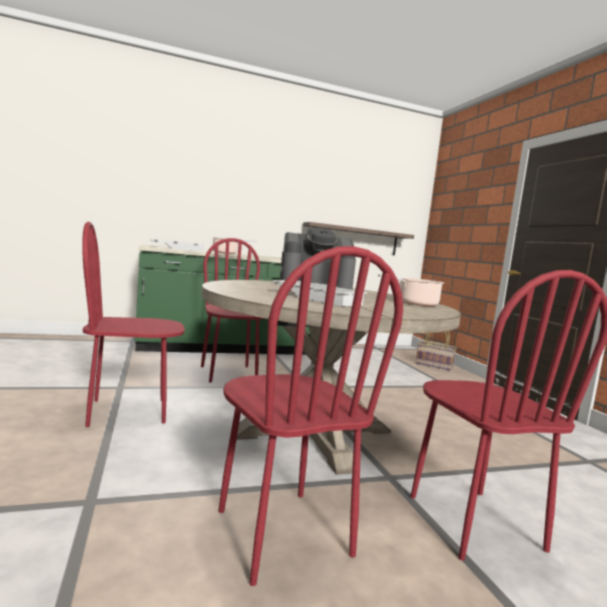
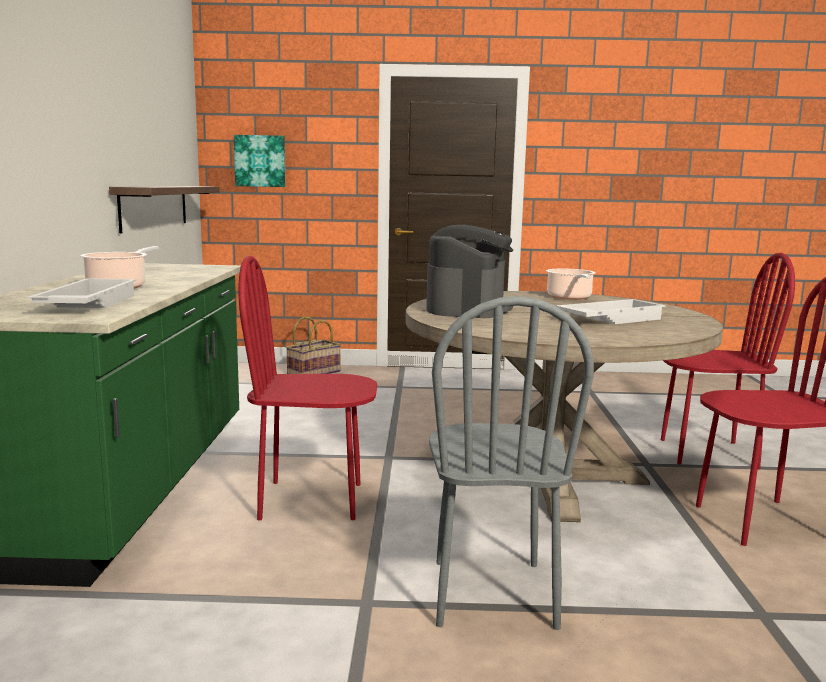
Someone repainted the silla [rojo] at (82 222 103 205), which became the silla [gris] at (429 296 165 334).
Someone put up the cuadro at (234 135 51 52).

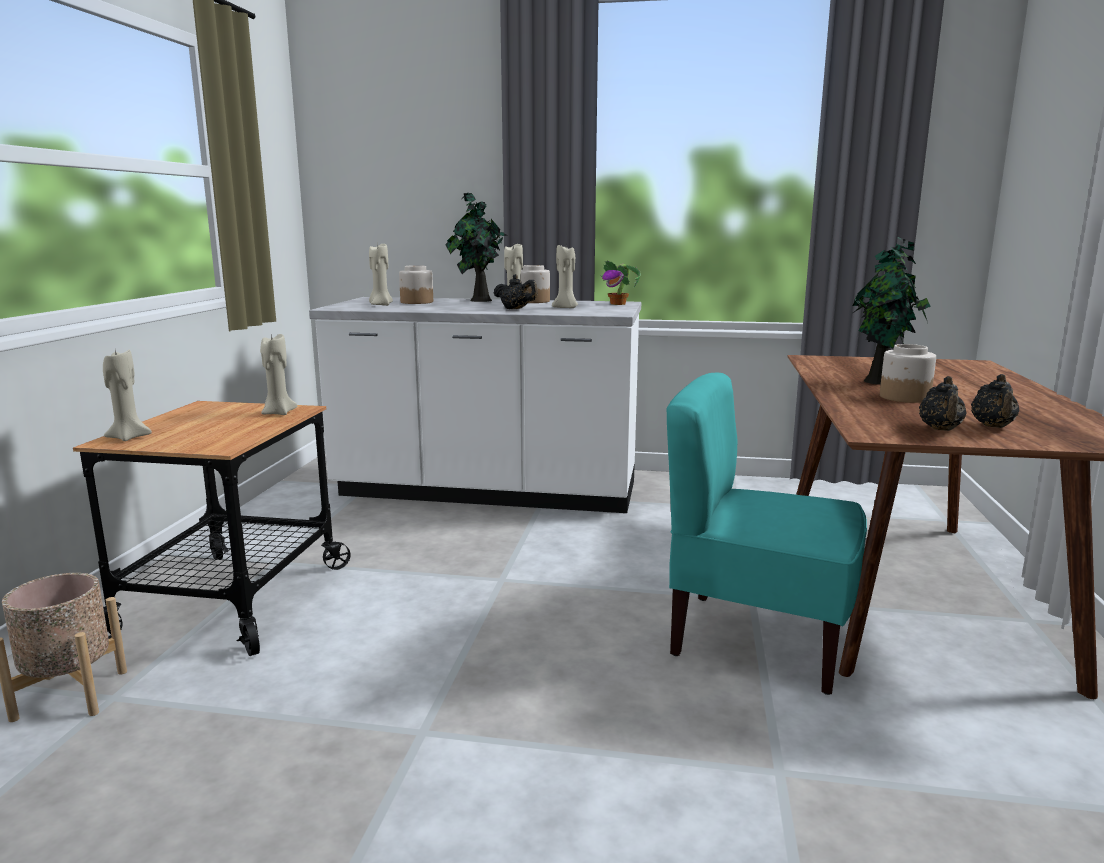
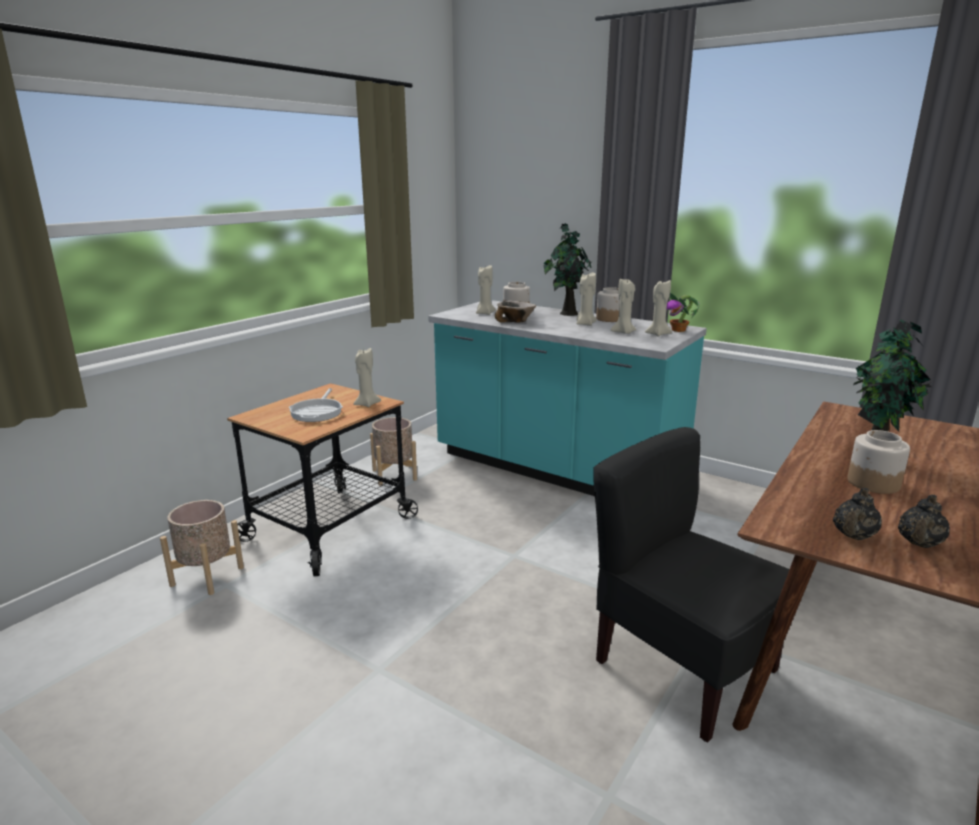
Someone carried the vela [beis] from (103 350 49 91) to (645 280 27 56).
Someone repainted the mueble bajo de cocina [blanco] at (309 297 332 216), which became the mueble bajo de cocina [turquesa] at (428 300 279 196).
Someone took away the tetera [negro] at (494 274 44 35).
Someone repainted the silla [turquesa] at (667 373 200 322), which became the silla [negro] at (593 427 196 316).
Someone put down the sartén at (289 388 54 34).
Someone put down the maceta [beis] at (370 417 47 69).
Someone put down the cuenco at (495 301 41 22).

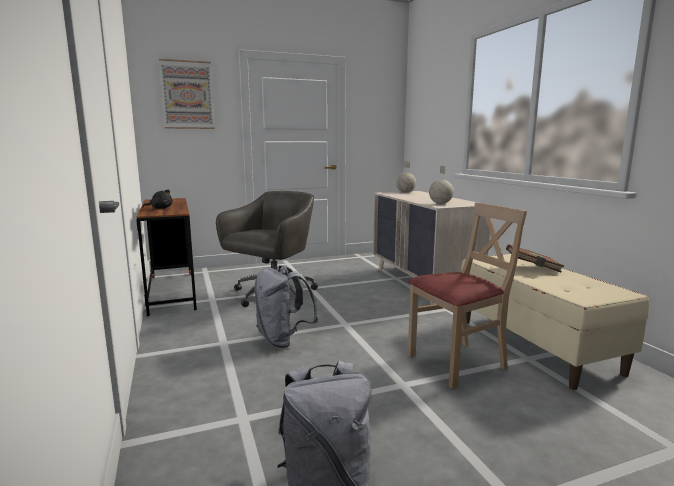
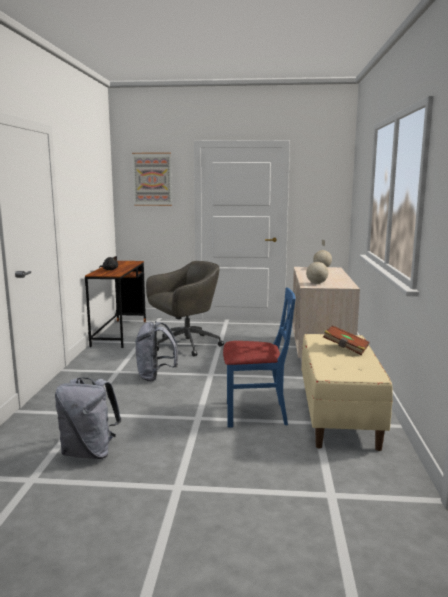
Someone repainted the silla [beis] at (408 202 119 187), which became the silla [azul] at (223 287 73 141).

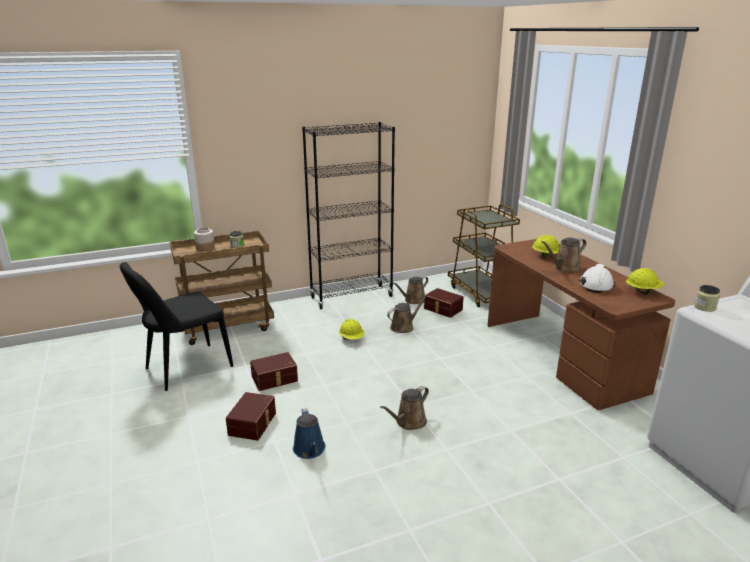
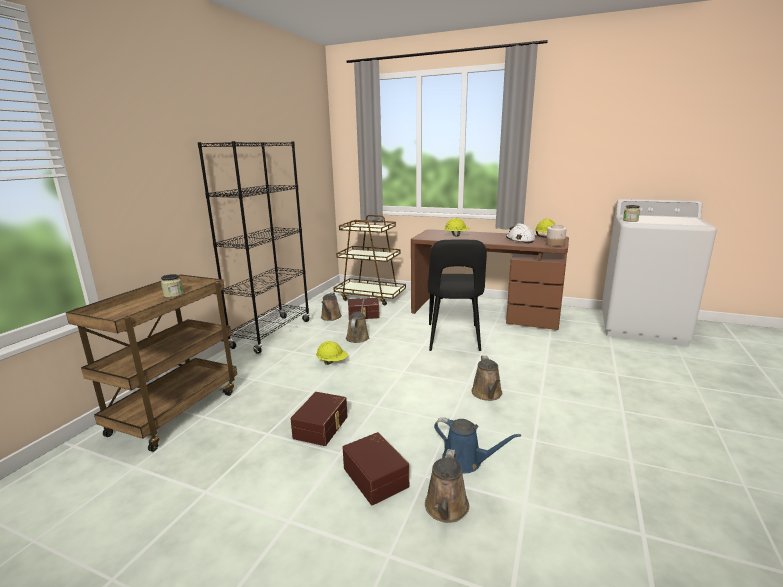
Someone carried the silla [negro] from (120 262 113 129) to (427 239 60 112).
Someone carried the tarro from (194 227 21 24) to (546 225 20 22).
Someone carried the regadera [marrón] from (542 238 44 35) to (425 449 44 74).

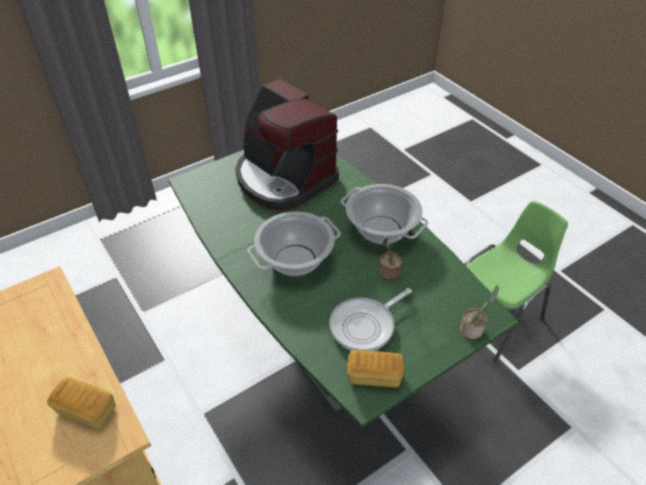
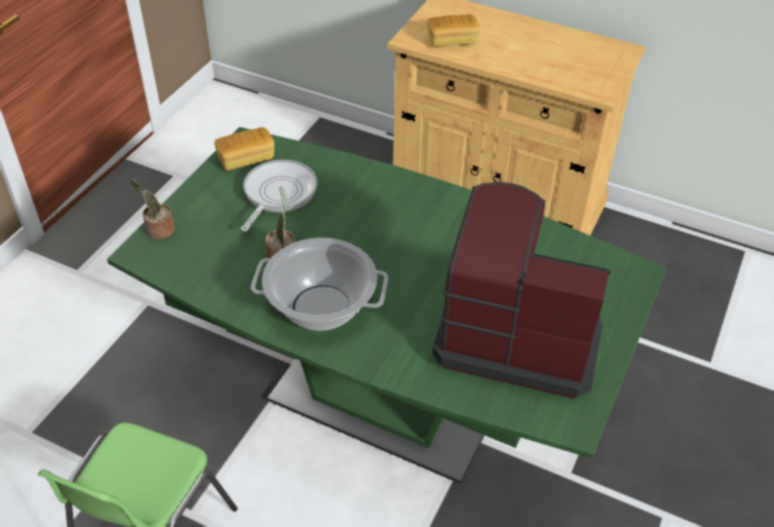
Someone took away the olla at (247 212 94 64).

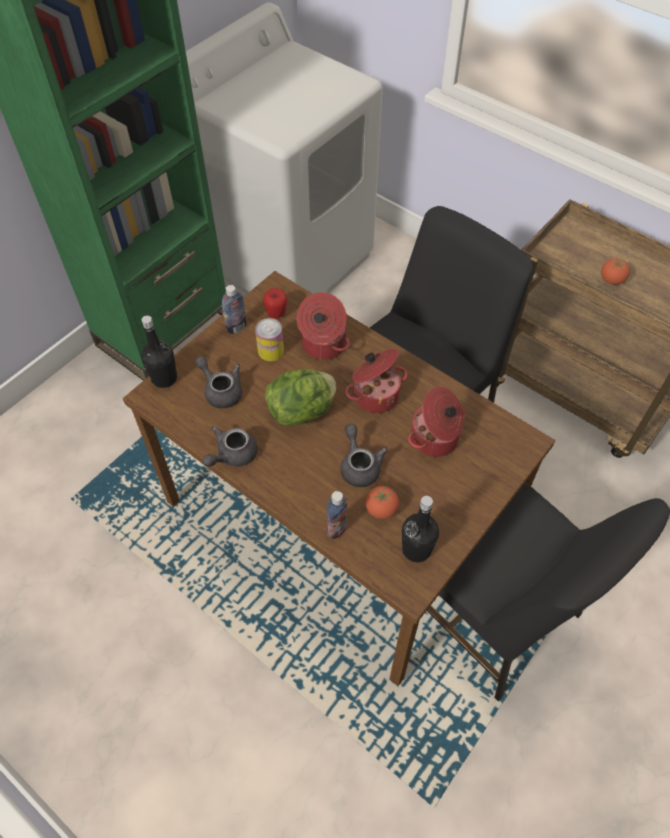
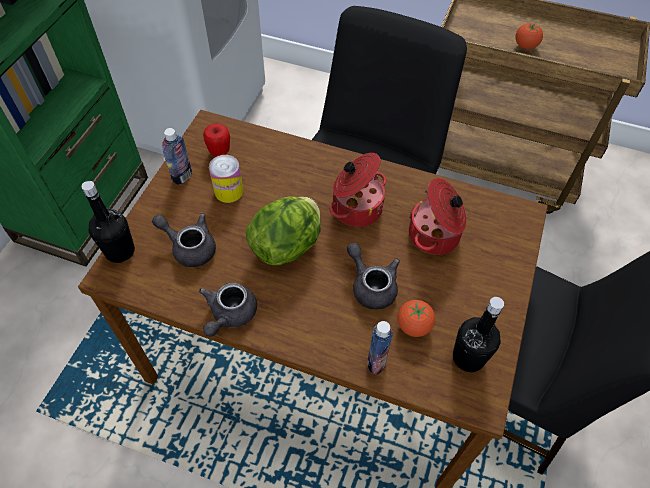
Someone took away the olla at (297 292 53 68).

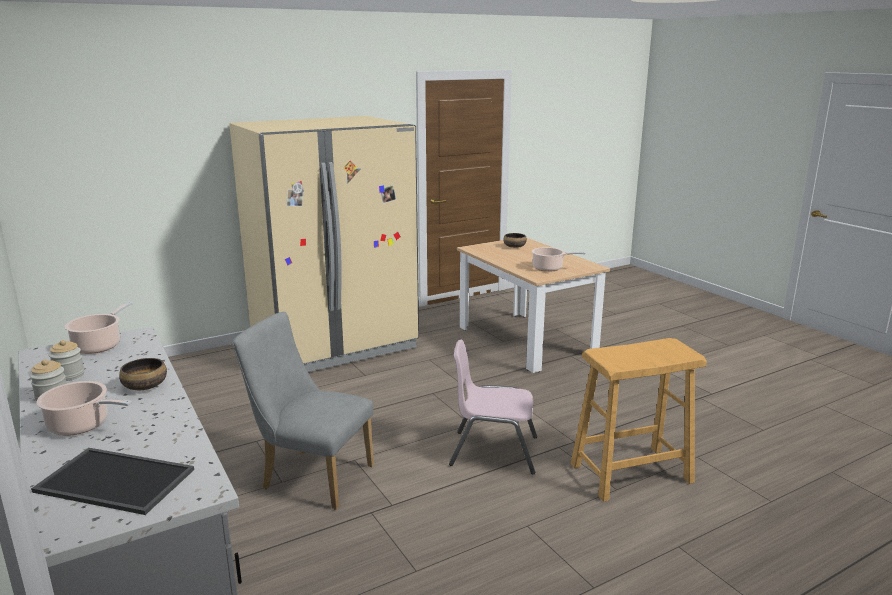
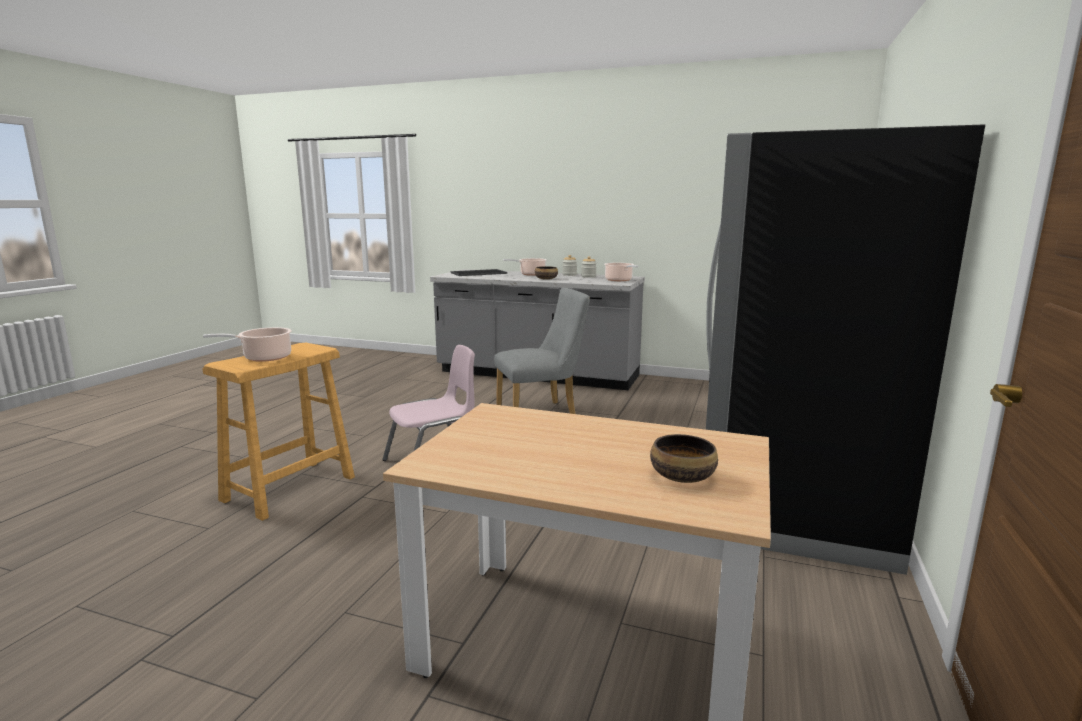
Someone repainted the nevera [beis] at (229 116 190 256), which became the nevera [negro] at (706 124 279 451).
Someone carried the olla from (532 247 54 25) to (203 327 89 35).

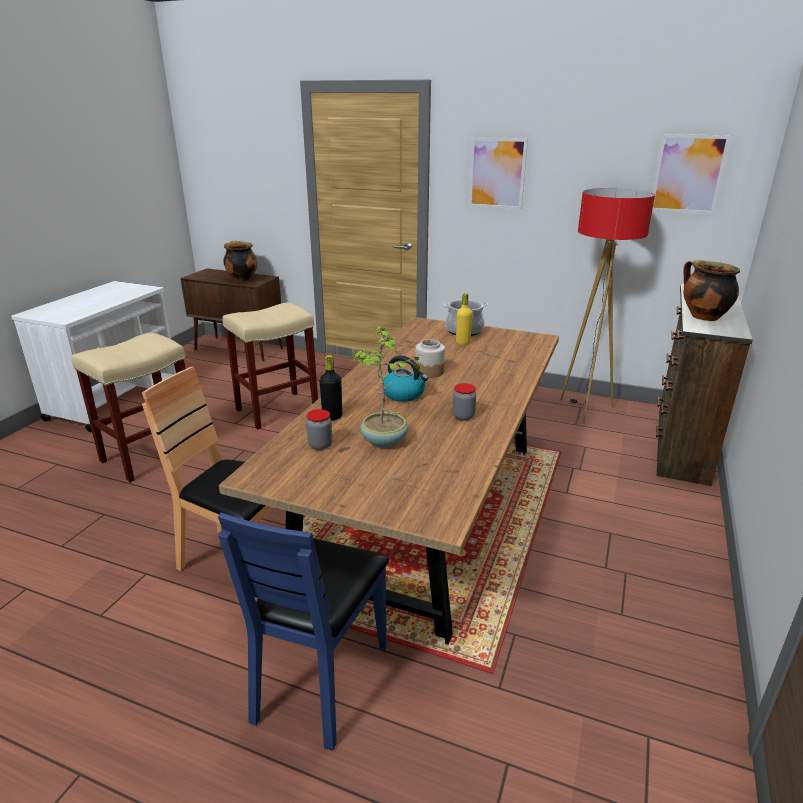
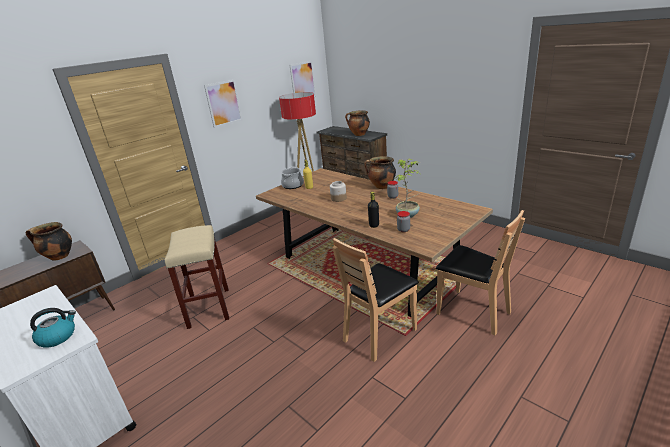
Someone took away the taburete [beis] at (71 332 114 150).
Someone repainted the silla [azul] at (218 512 171 238), which became the silla [marrón] at (436 210 89 125).
Someone carried the hervidor from (383 356 45 46) to (30 308 46 40).
Someone put down the olla at (364 156 32 33).

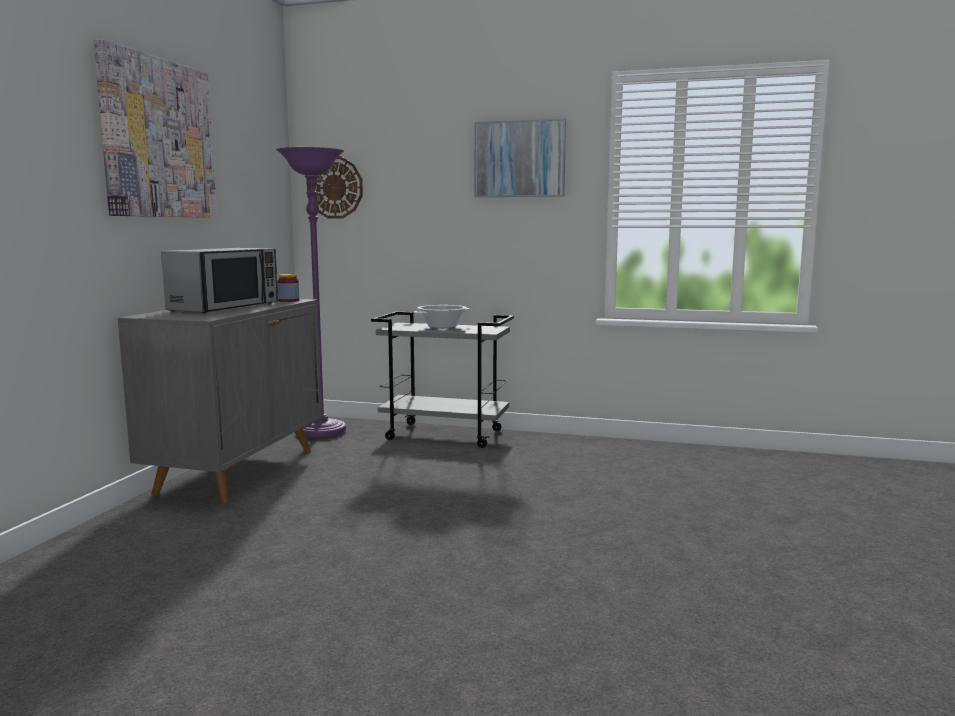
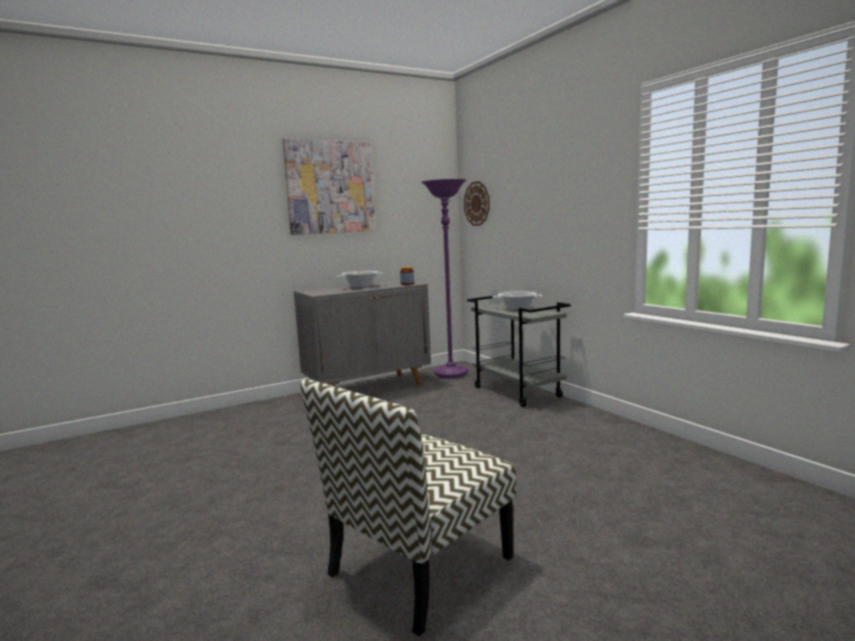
Someone swapped the microondas at (161 248 117 65) for the olla at (337 271 46 17).
Someone took away the cuadro at (474 119 92 78).
Someone put down the silla at (300 379 216 258).

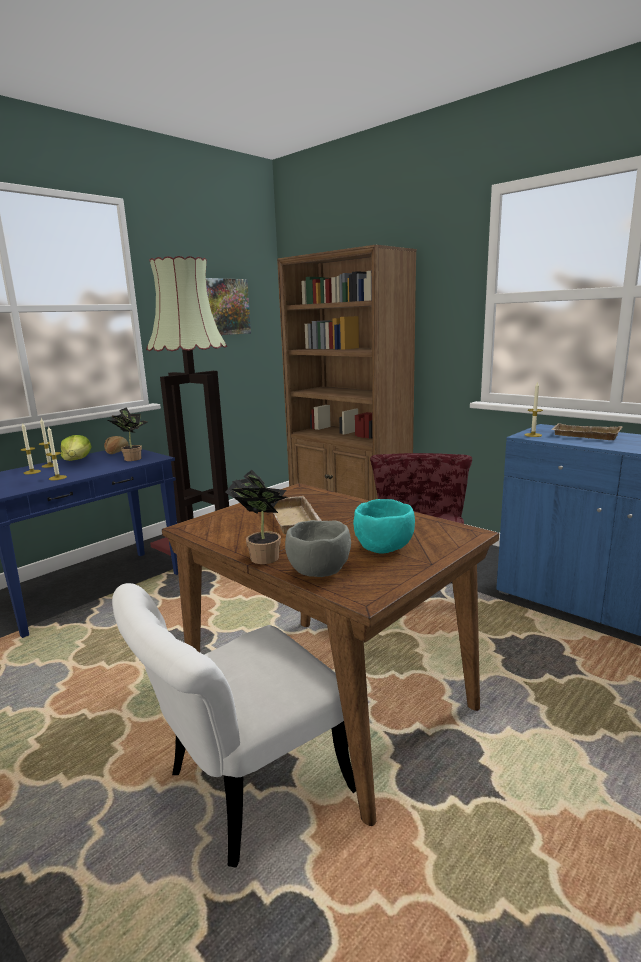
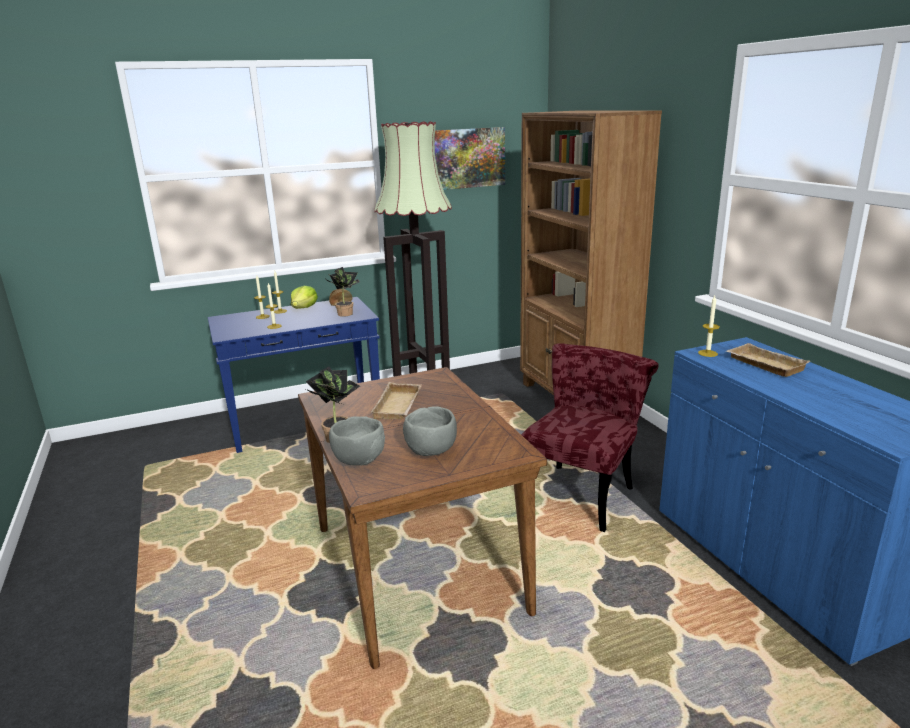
Someone took away the silla [blanco] at (112 583 244 285).
Someone repainted the cuenco [turquesa] at (353 499 62 55), which became the cuenco [gris] at (403 406 54 50).

